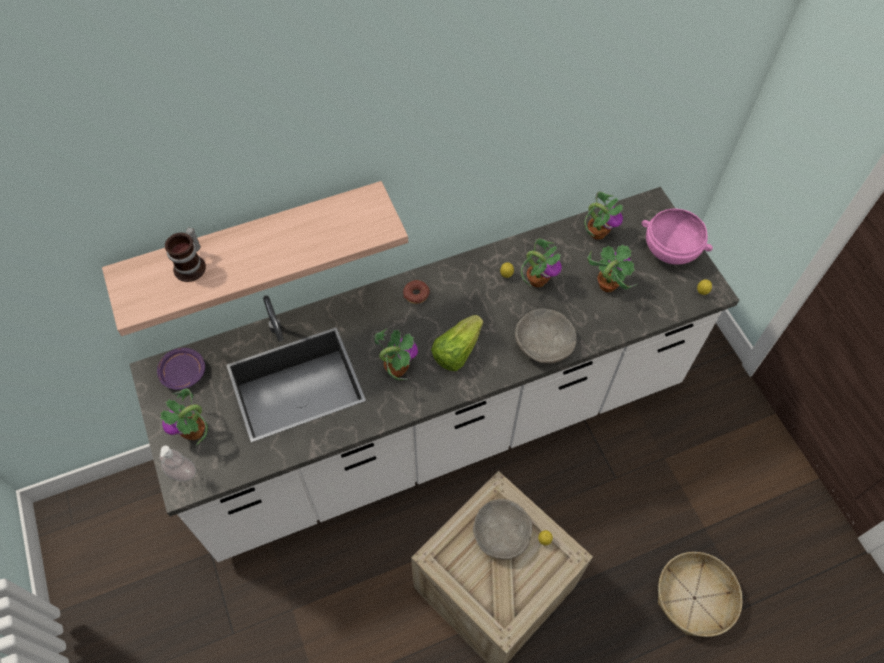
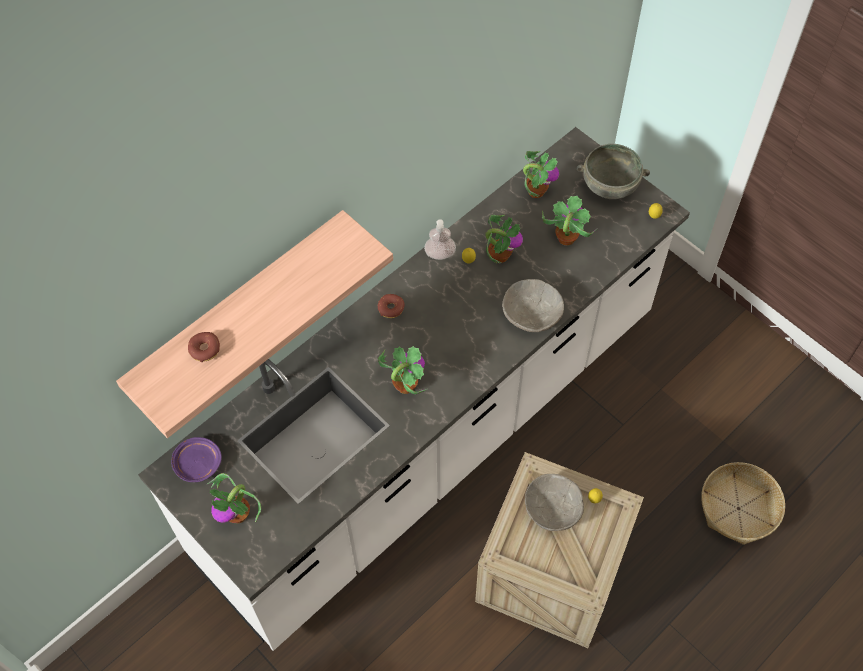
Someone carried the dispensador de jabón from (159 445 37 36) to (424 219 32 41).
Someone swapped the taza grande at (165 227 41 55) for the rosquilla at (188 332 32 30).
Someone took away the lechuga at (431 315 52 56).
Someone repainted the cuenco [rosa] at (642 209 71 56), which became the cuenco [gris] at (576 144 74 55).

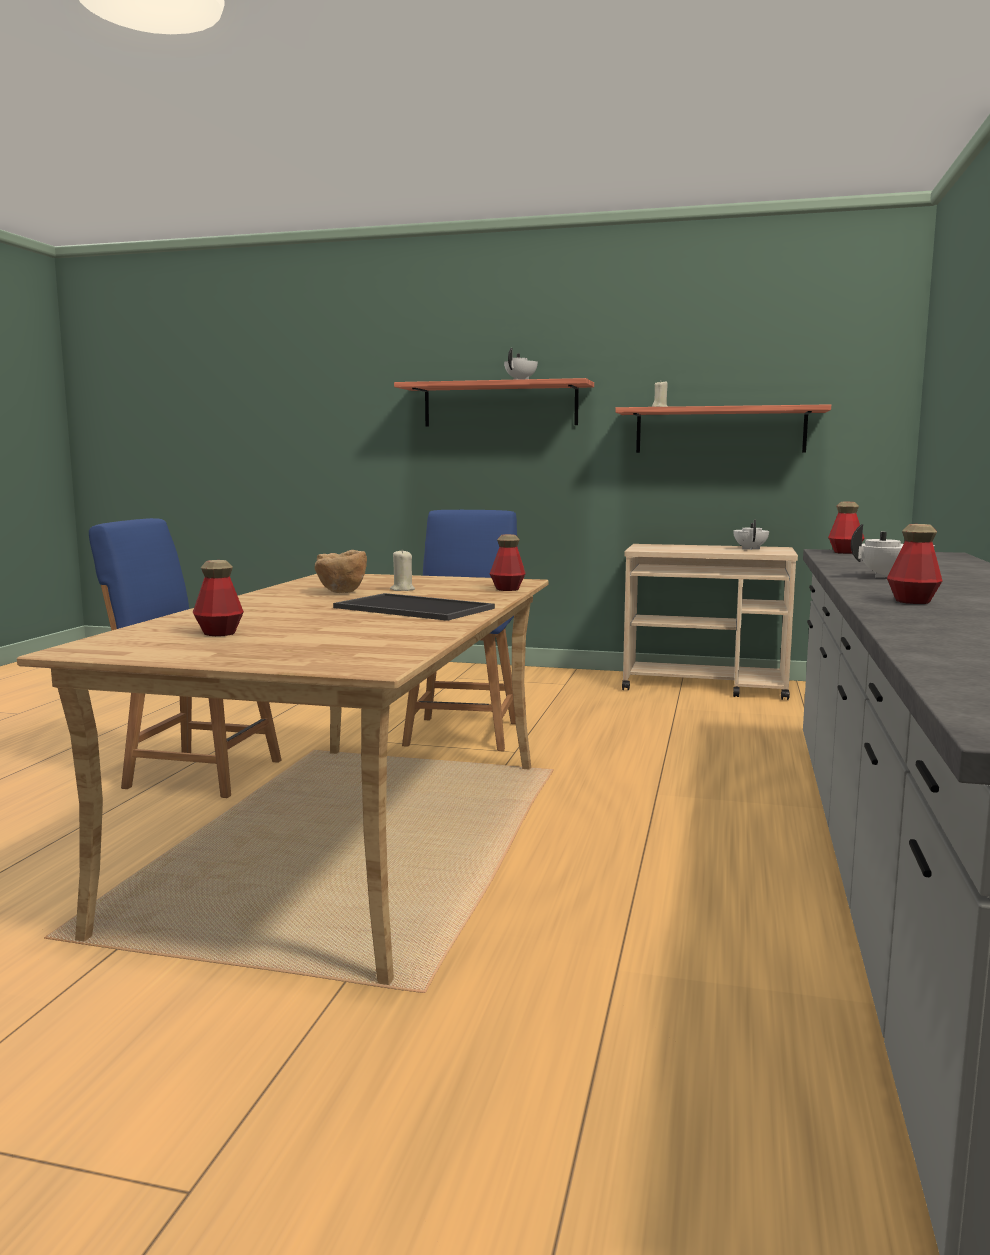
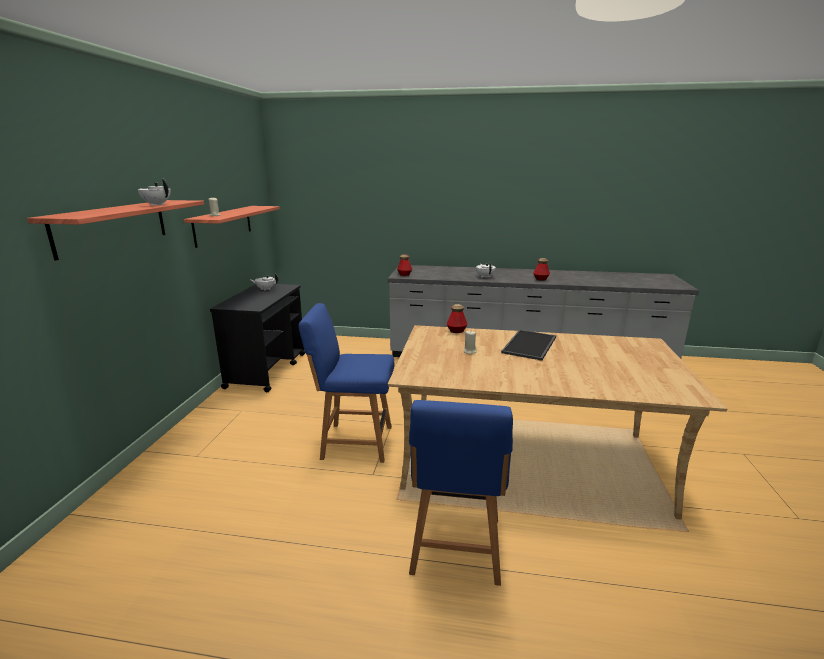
Someone took away the botella at (193 560 51 76).
Someone took away the cuenco [marrón] at (315 550 52 43).
Someone repainted the carrito [beis] at (622 544 176 156), which became the carrito [negro] at (210 284 95 108).

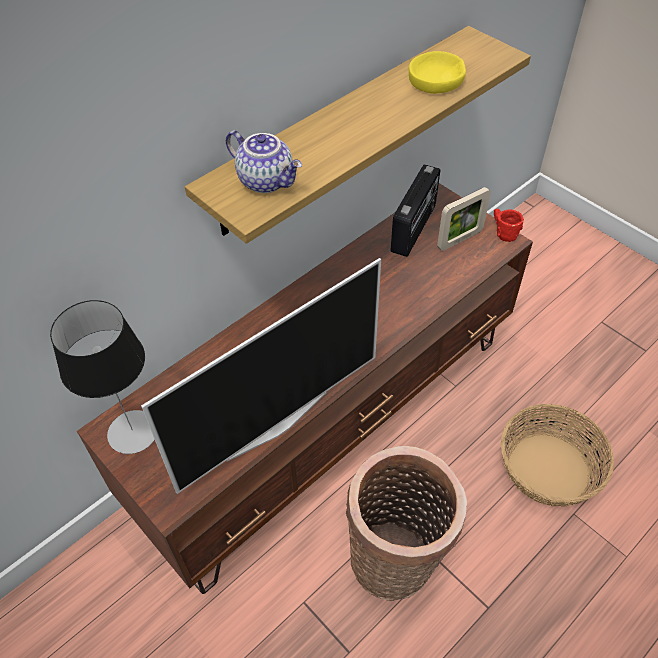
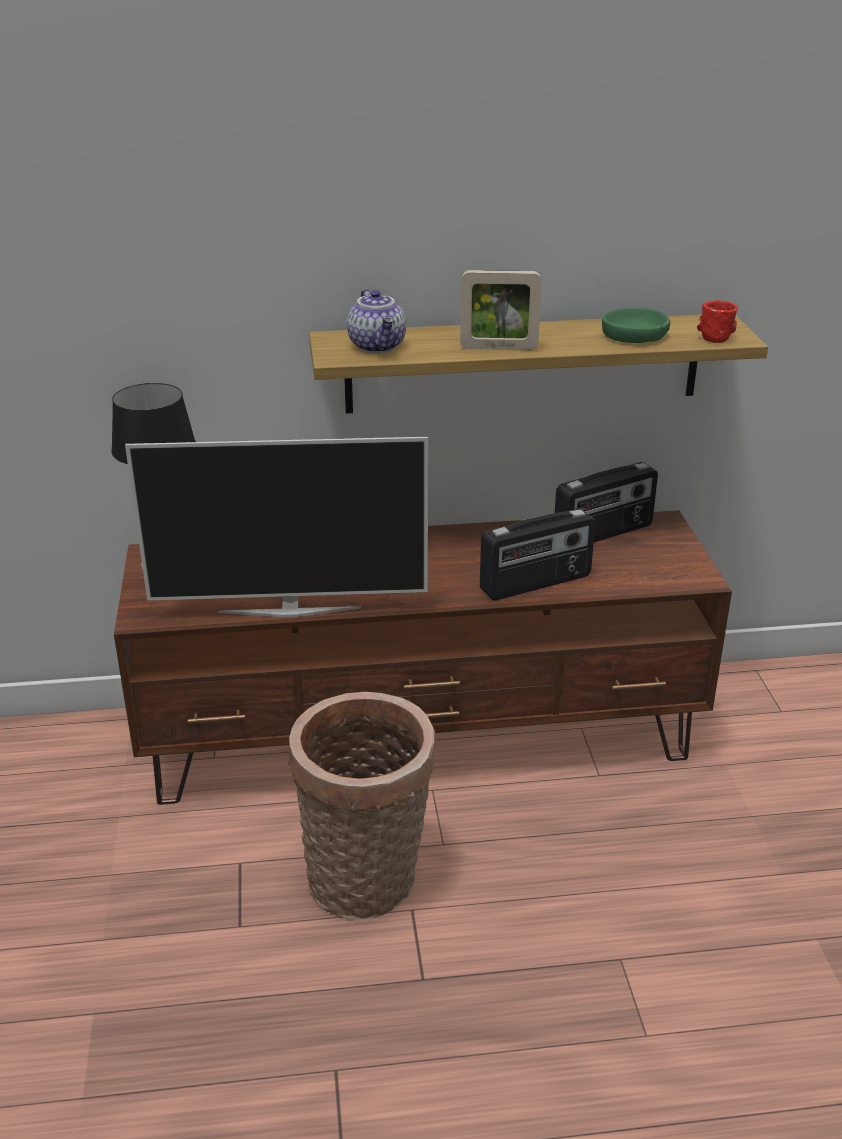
Someone repainted the cuenco [amarillo] at (409 51 57 43), which became the cuenco [verde] at (602 308 68 35).
Someone carried the portarretratos from (437 187 54 64) to (460 270 82 80).
Someone carried the taza grande [rojo] from (494 209 30 33) to (697 300 41 43).
Someone took away the cesta at (501 404 113 103).
Someone put down the radio at (480 508 115 92).

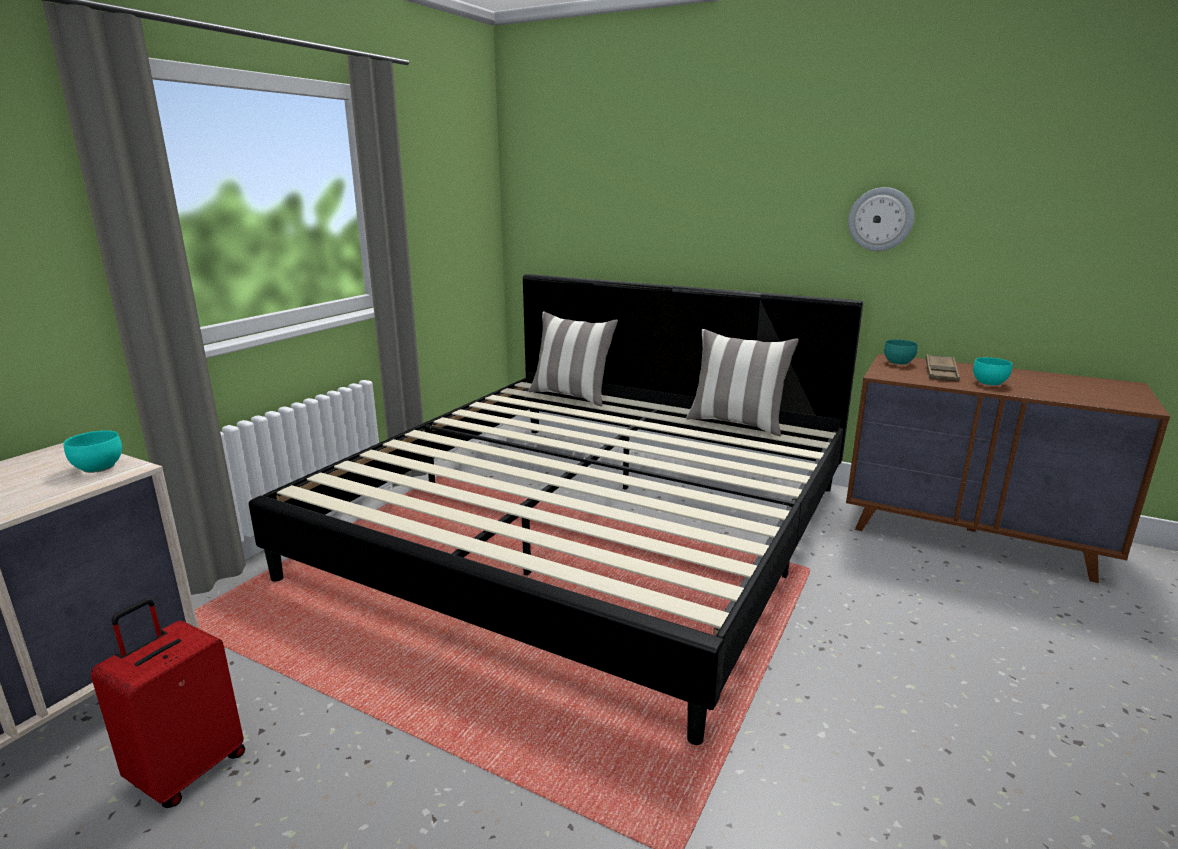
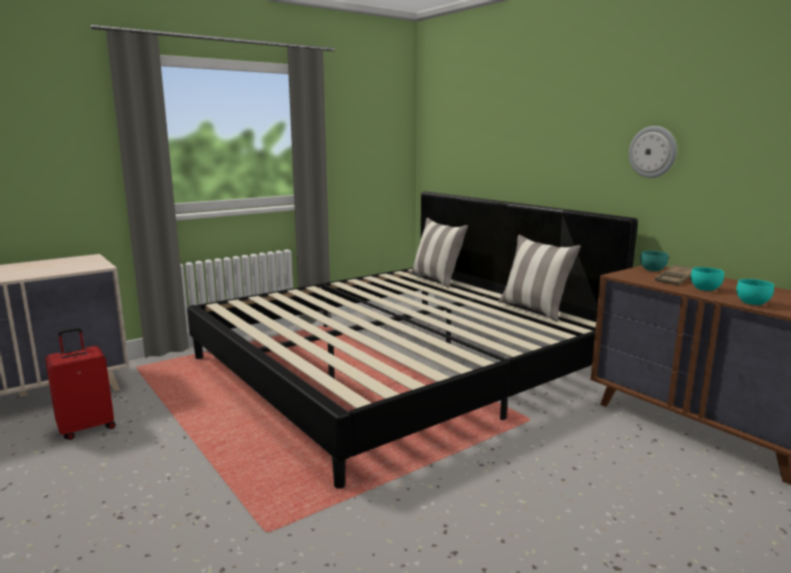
Someone carried the cuenco [turquesa] from (63 430 59 43) to (736 279 38 27).

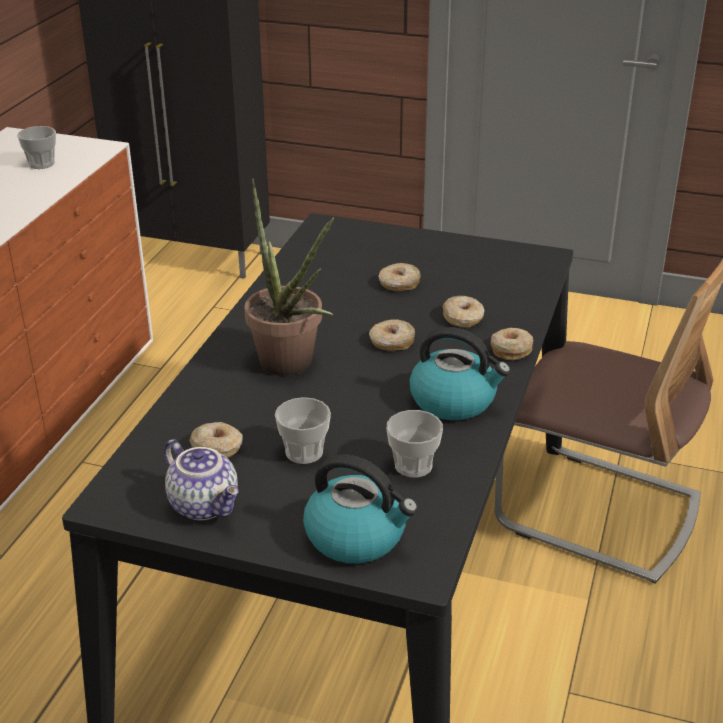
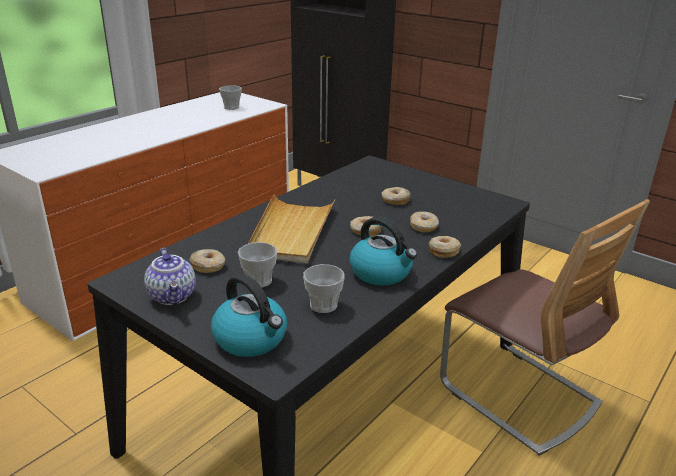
Someone swapped the planta en maceta at (244 178 90 198) for the bandeja [beis] at (248 194 87 69).

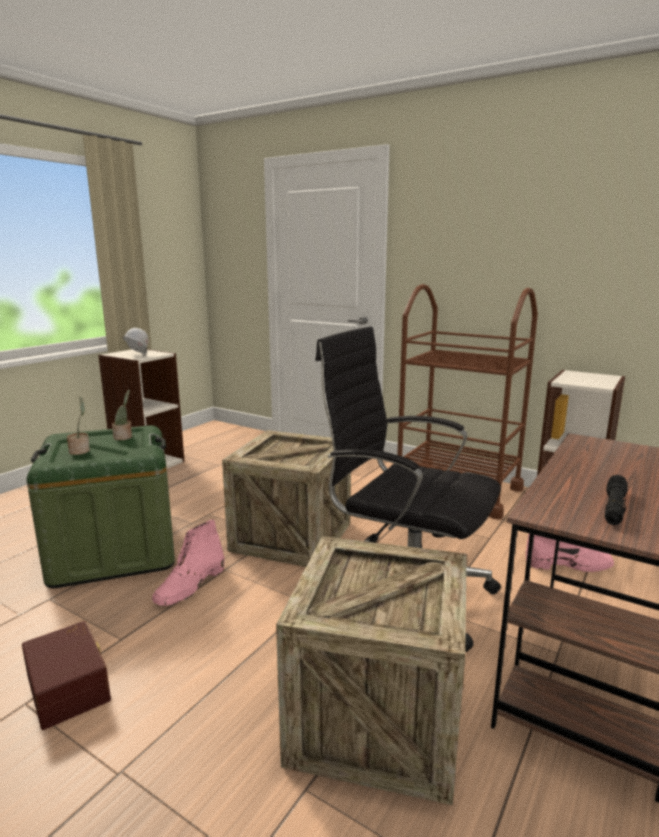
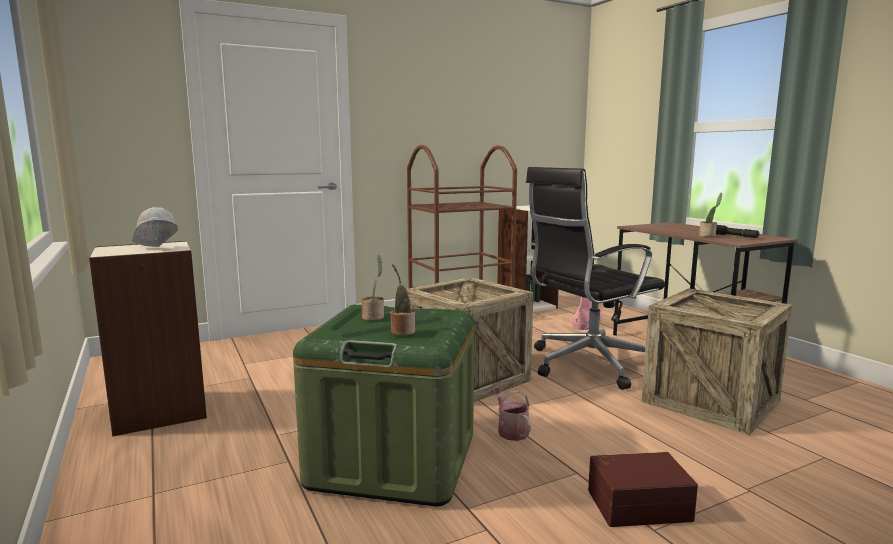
Someone swapped the bota [rosa] at (152 519 72 87) for the regadera at (491 387 40 54).
Someone put down the planta en maceta at (699 193 23 44).

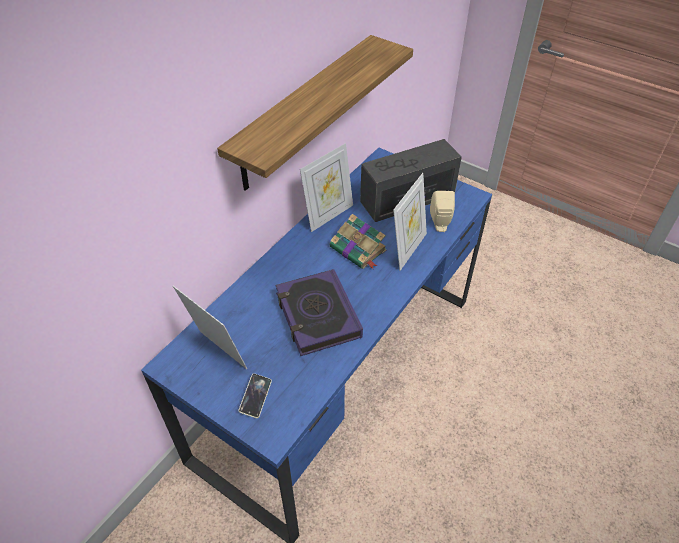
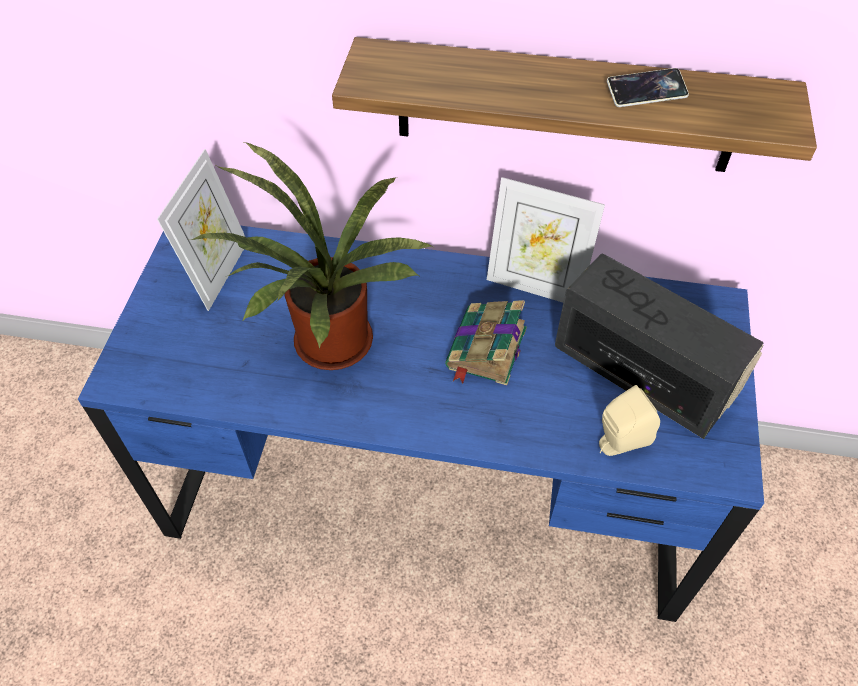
Someone carried the móvil from (238 373 34 45) to (607 68 82 39).
Someone swapped the libro at (275 269 88 87) for the planta en maceta at (190 142 243 228).
Someone took away the portarretratos at (393 173 34 98).

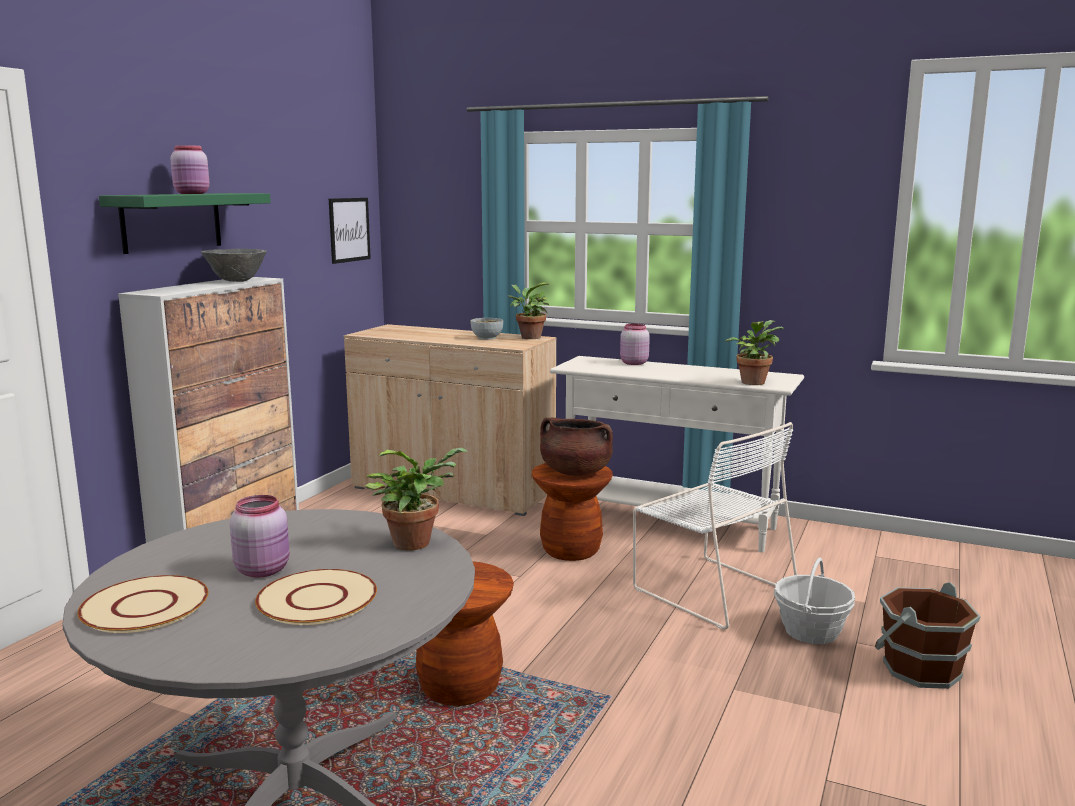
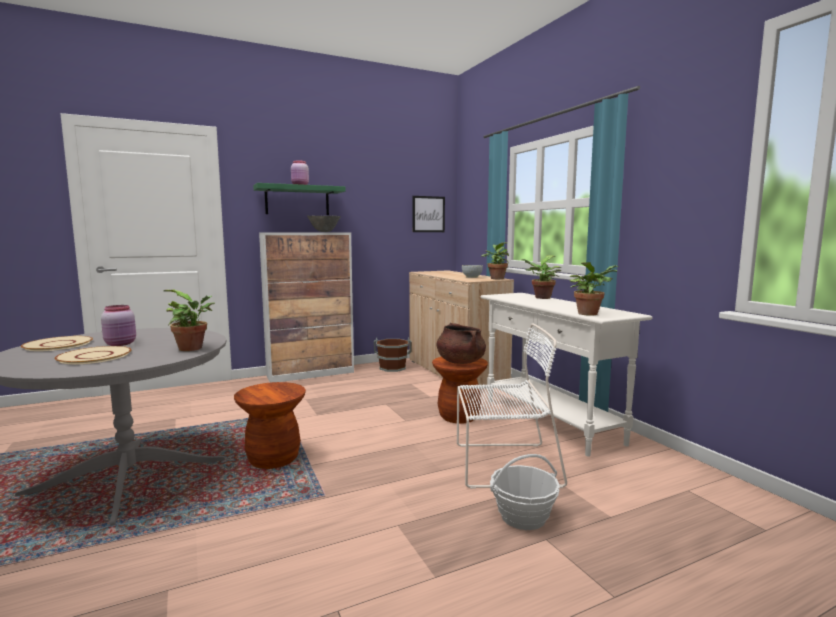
Someone swapped the tarro [rosa] at (620 324 30 41) for the planta en maceta at (522 256 39 43).
Someone rotated the silla [blanco] at (633 422 164 207) by 90 degrees counterclockwise.
Someone carried the cubo [marrón] from (875 582 106 107) to (374 337 37 35).

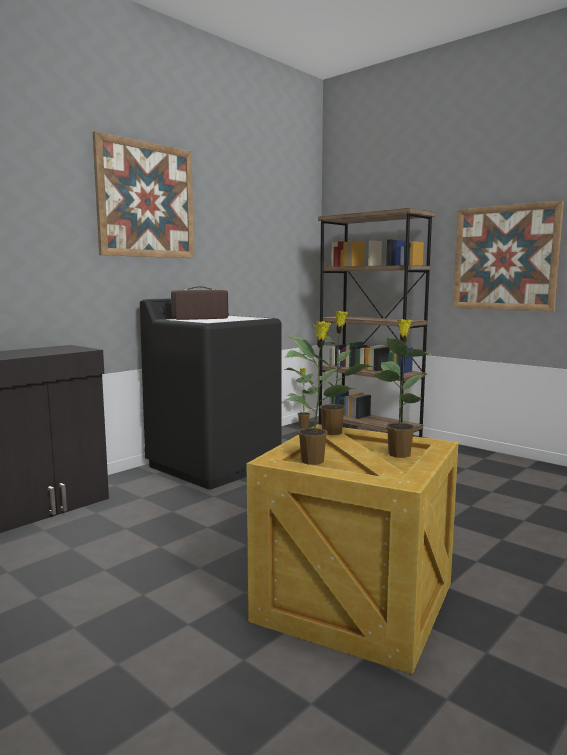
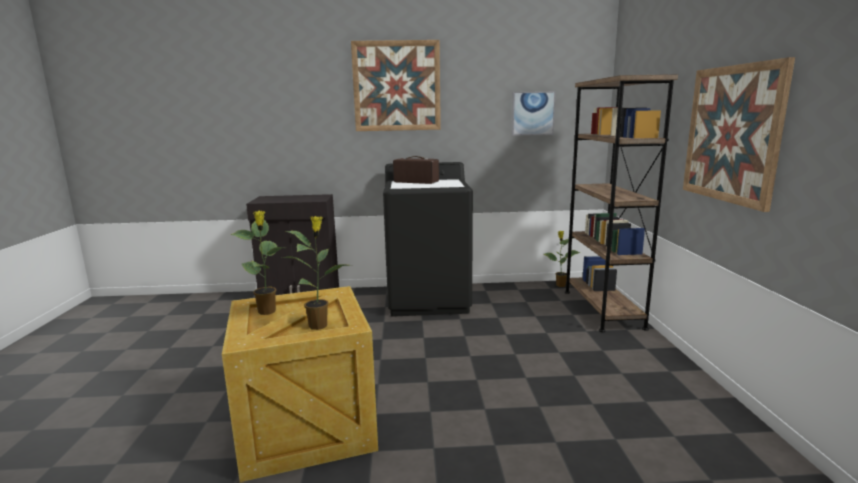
Someone took away the planta en maceta at (303 311 72 124).
Someone put up the cuadro at (512 91 44 45).

